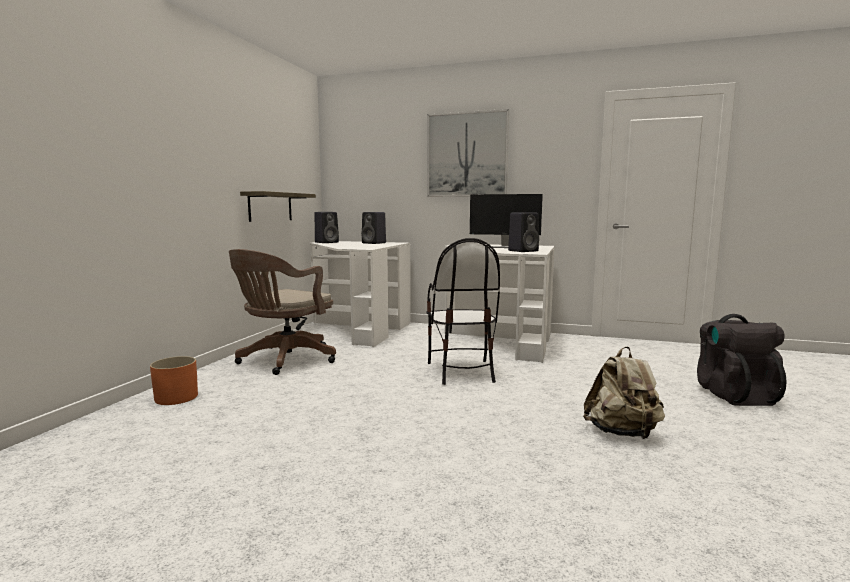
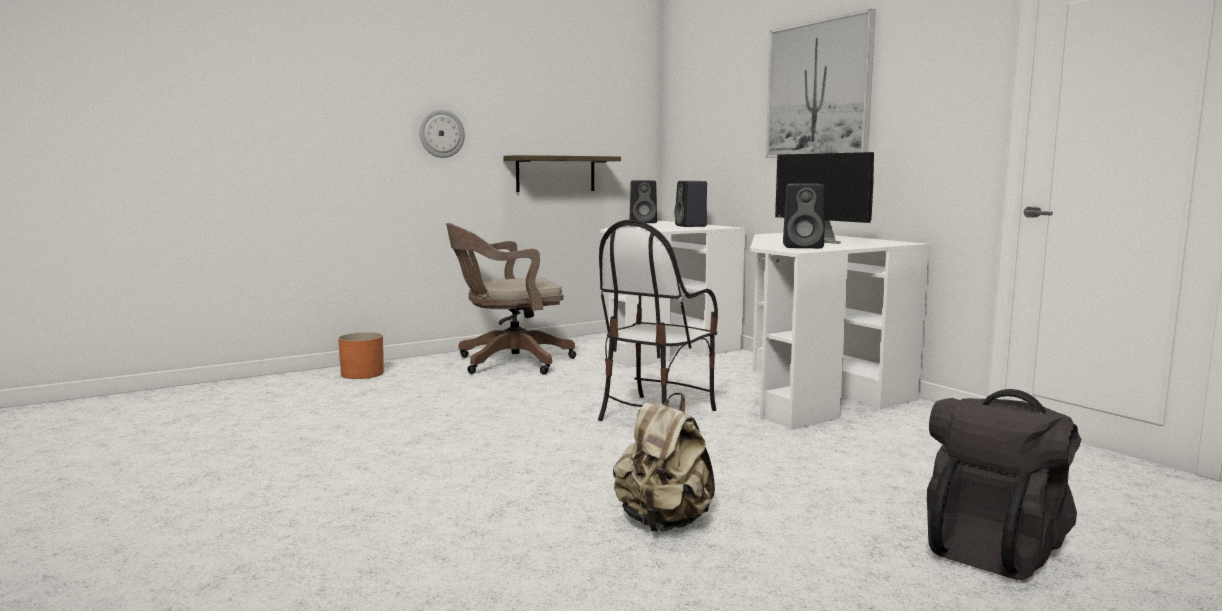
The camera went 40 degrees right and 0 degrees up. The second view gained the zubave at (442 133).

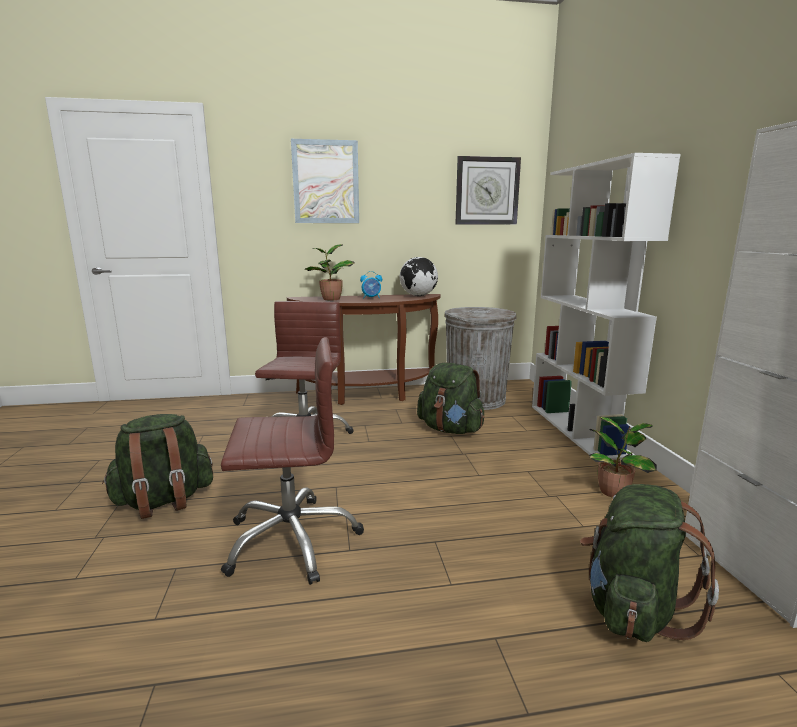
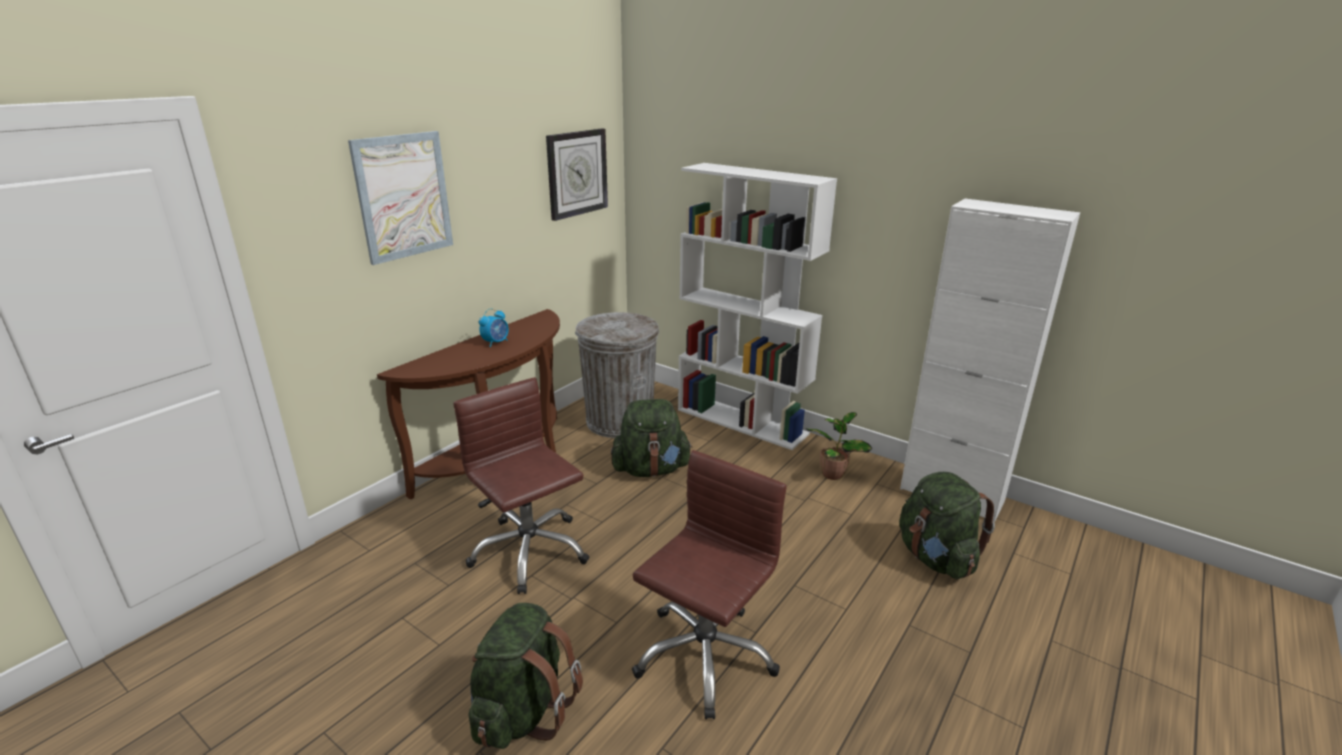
The camera went 45 degrees left and 10 degrees up. The second view lost the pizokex at (329 272). The second view lost the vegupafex at (419 276).

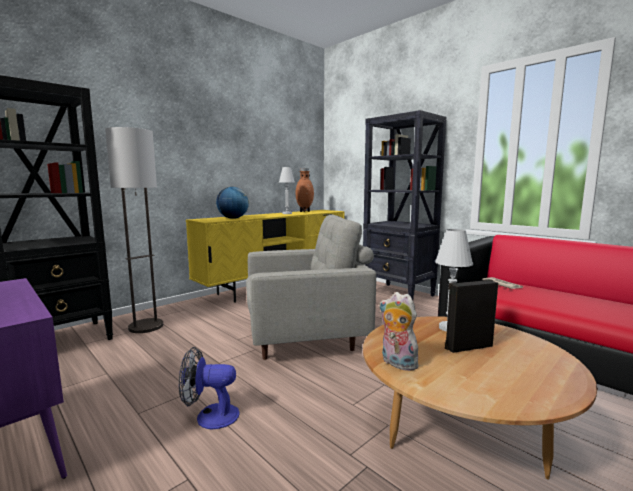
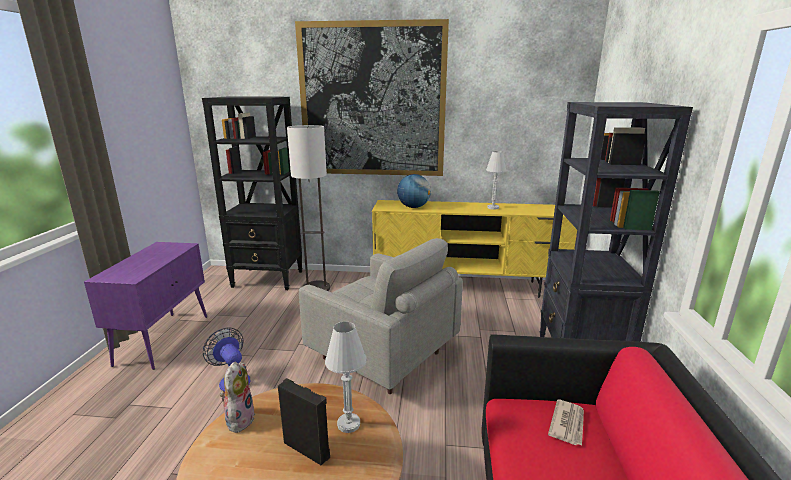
The camera went 50 degrees right and 10 degrees up. The second view lost the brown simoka at (304 190). The second view gained the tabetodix at (372 97).

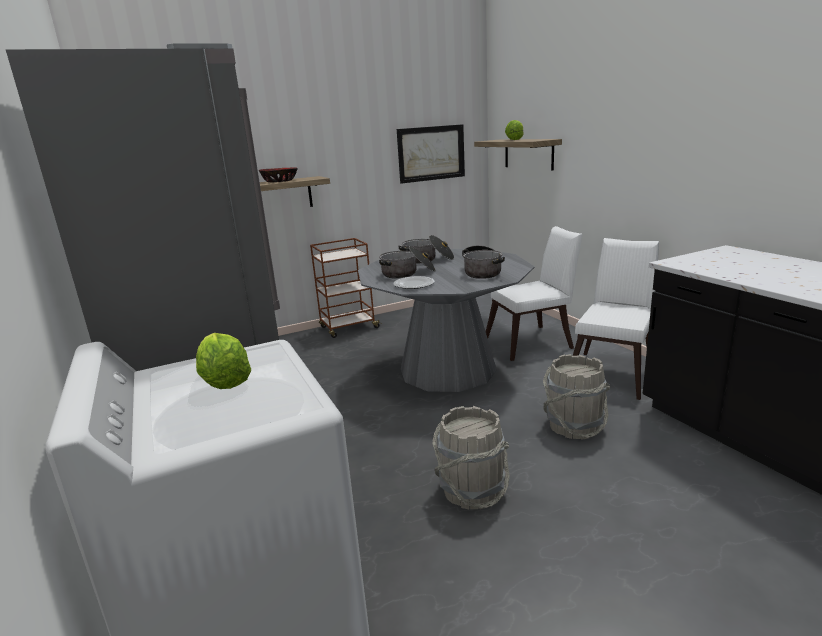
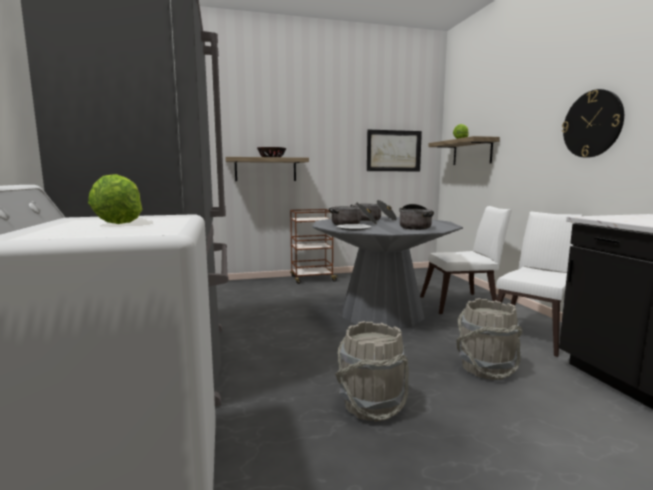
The camera went 10 degrees right and 10 degrees down. The second view gained the zubave at (593 123).

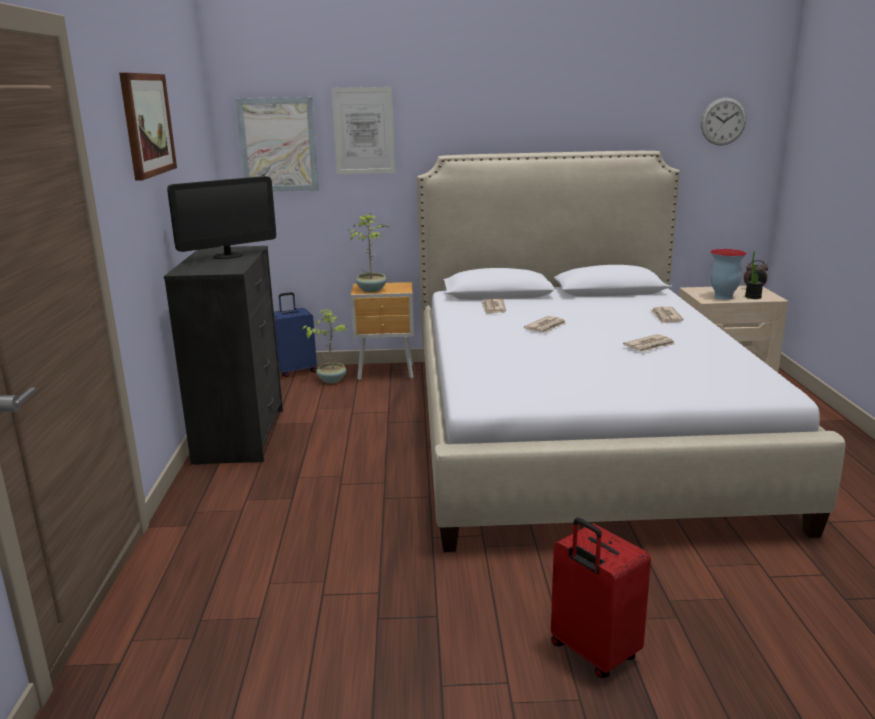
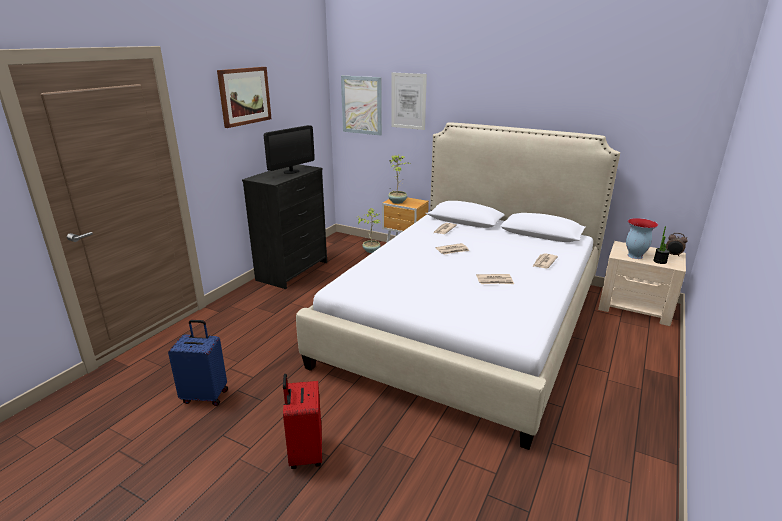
The camera went 30 degrees right and 5 degrees up. The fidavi at (221 217) ended up facing another way, 45 degrees counterclockwise from before. The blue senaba ended up elsewhere, having gone from (295 335) to (198 363). The second view lost the zubave at (723 122).

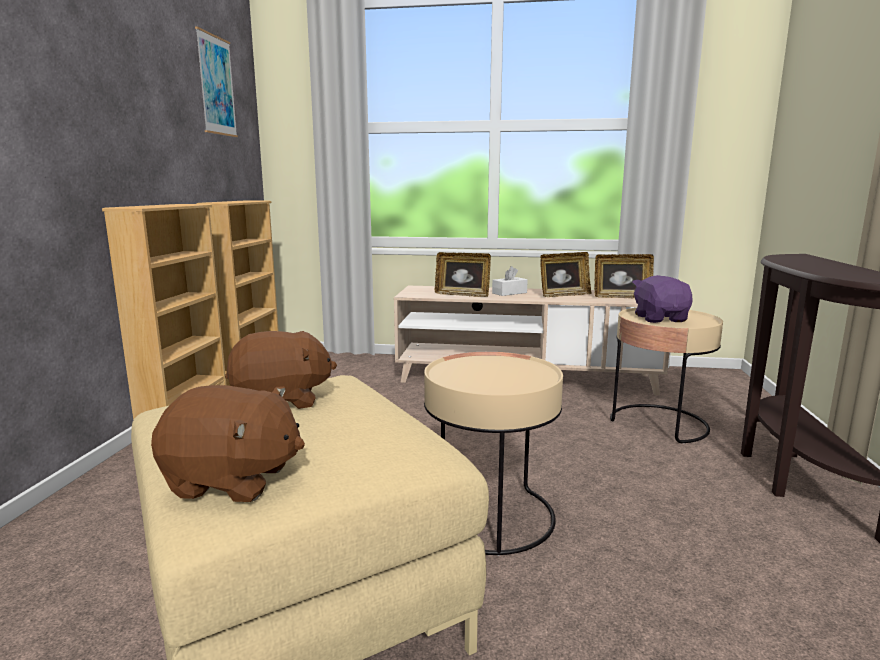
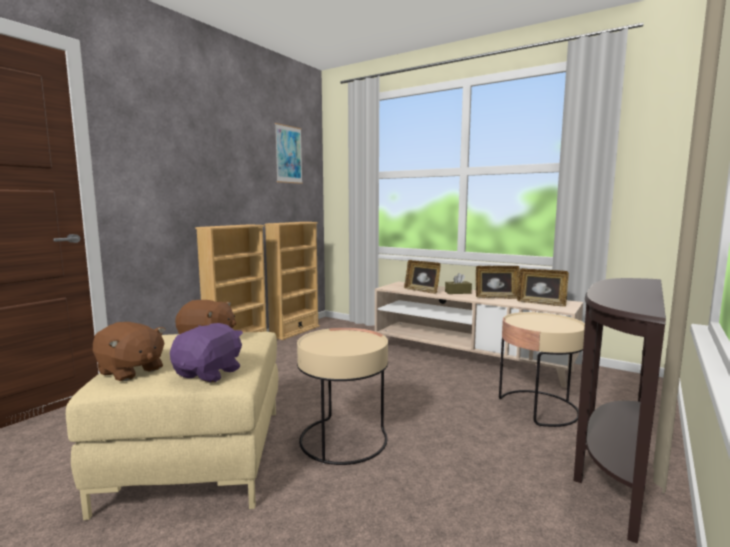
The camera went 25 degrees right and 5 degrees down. What was the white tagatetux at (510 281) turned into the brown tagatetux at (458 283). The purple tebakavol ended up elsewhere, having gone from (662 299) to (206 352).

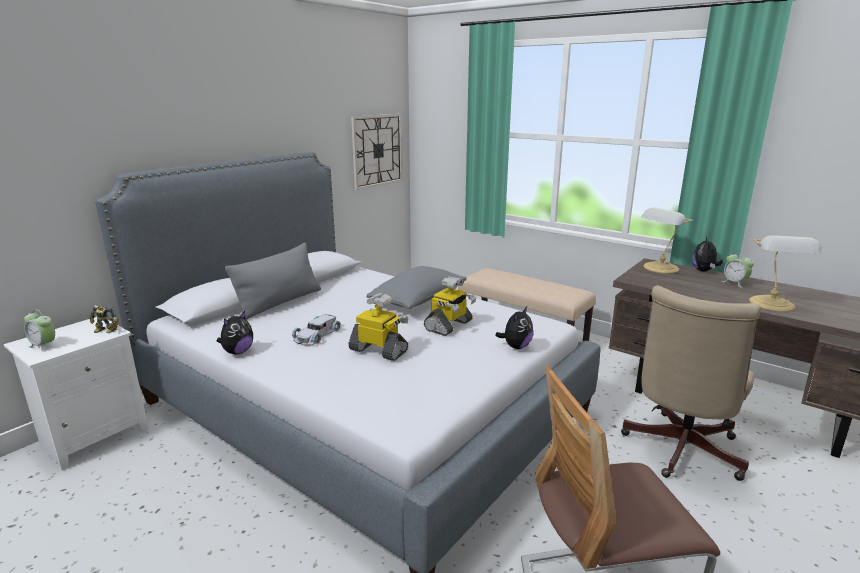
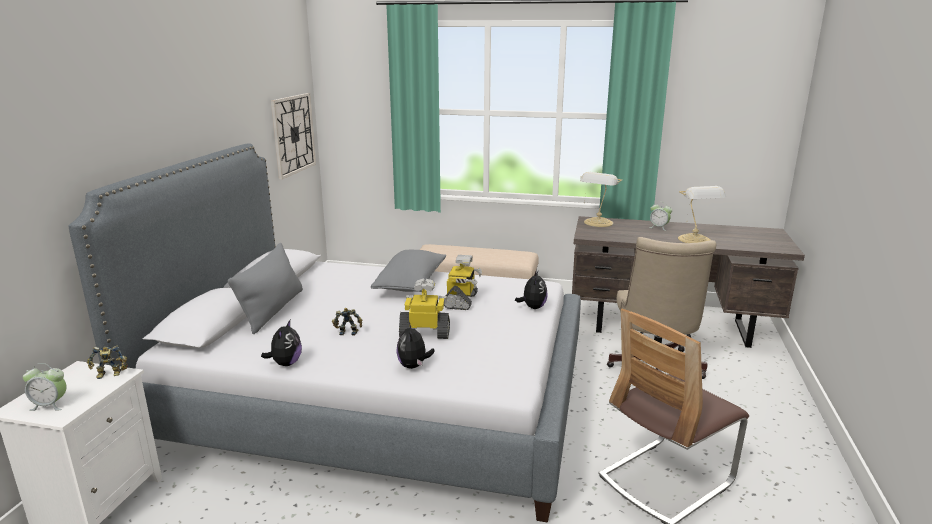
The camera went 25 degrees left and 0 degrees up. Where the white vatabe stood at (316 330), the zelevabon came to stand at (347 322). The tebakavol ended up elsewhere, having gone from (708 254) to (415 345).

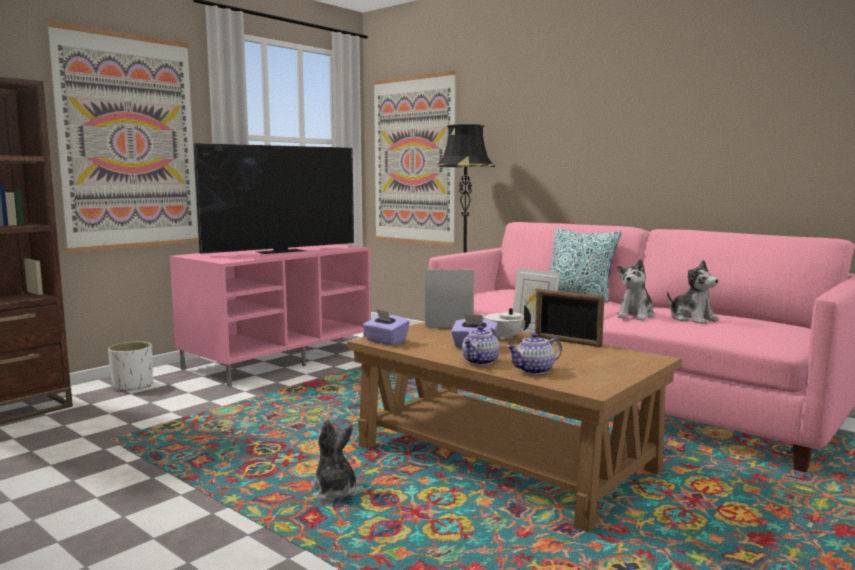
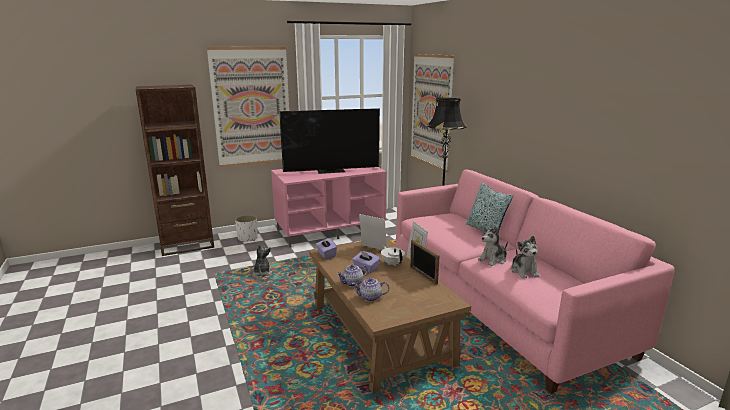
The camera went 25 degrees right and 10 degrees up. The tebakavol ended up elsewhere, having gone from (335 460) to (262 260).

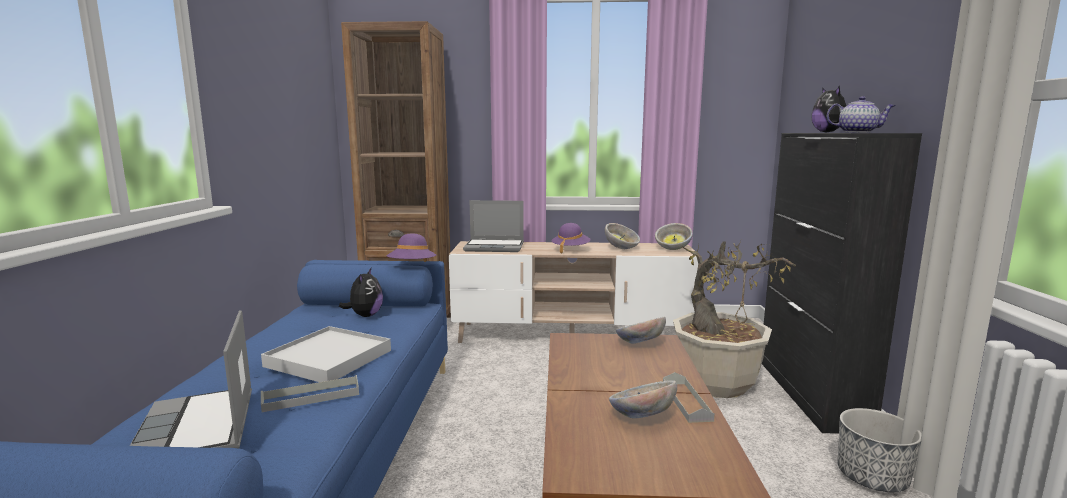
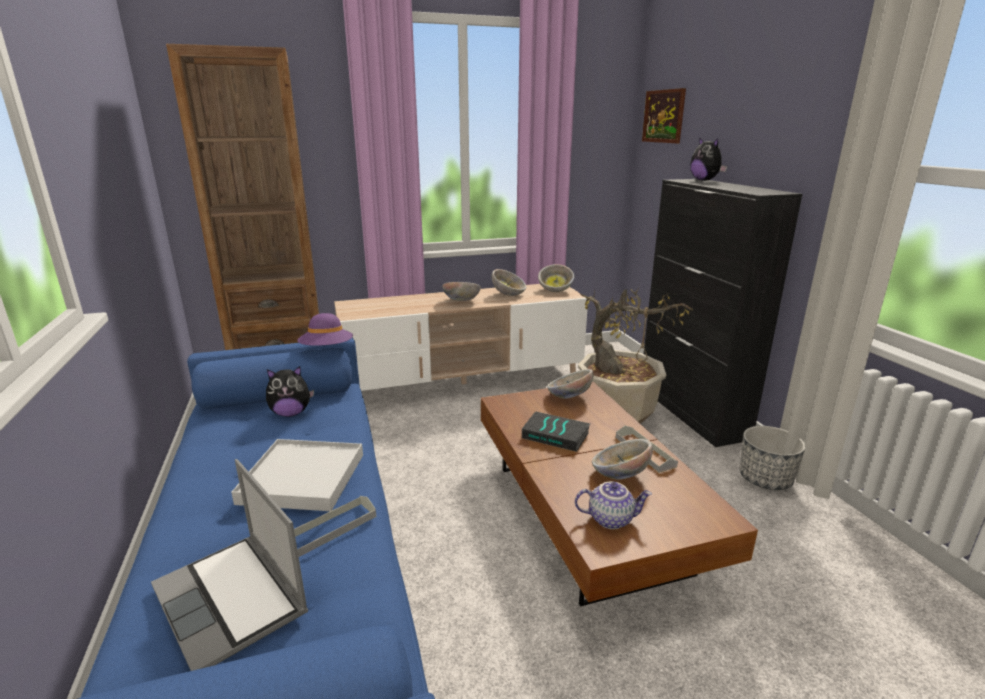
The camera went 20 degrees left and 10 degrees up. The tebakavol at (361 292) ended up facing another way, 90 degrees clockwise from before. The second view lost the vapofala at (493 226). Where the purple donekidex stood at (571 238), the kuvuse came to stand at (461 291). The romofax ended up elsewhere, having gone from (861 114) to (613 505). The second view gained the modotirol at (556 431). The second view gained the tabetodix at (664 115).

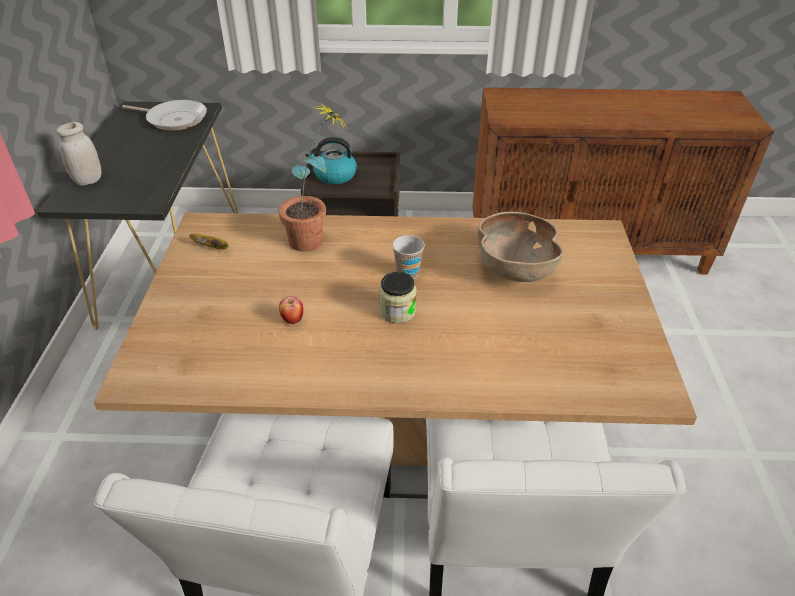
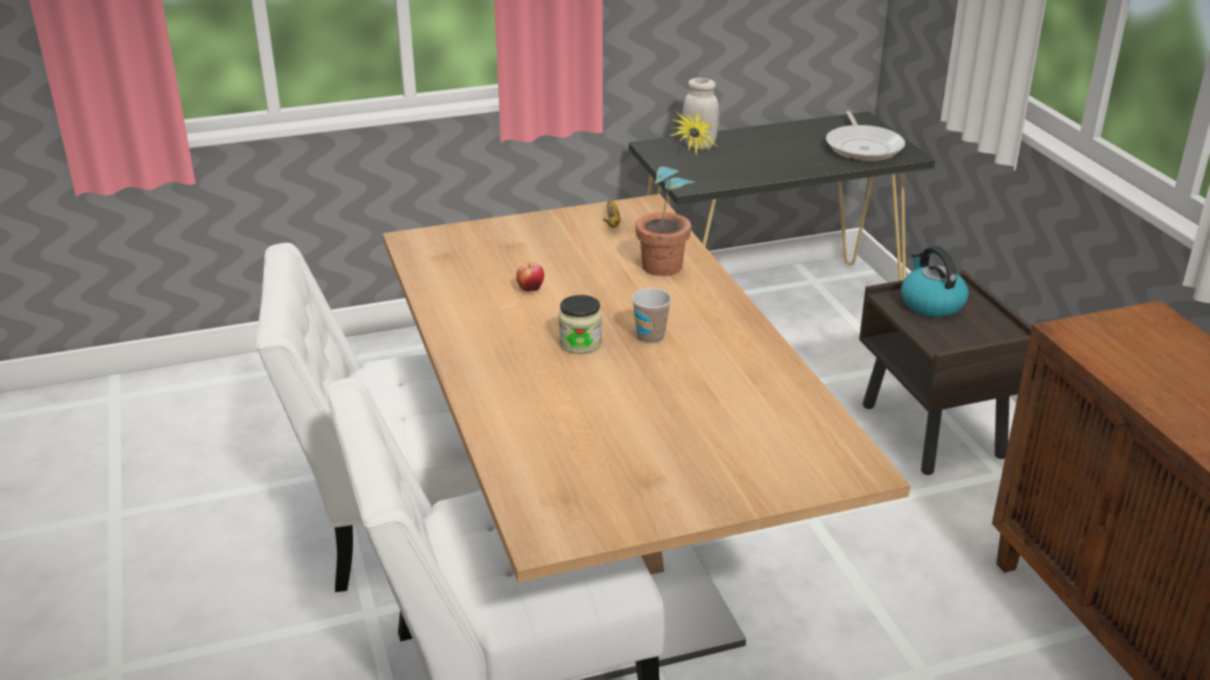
The camera went 70 degrees right and 10 degrees down. The second view lost the brown kuvuse at (520 247).

